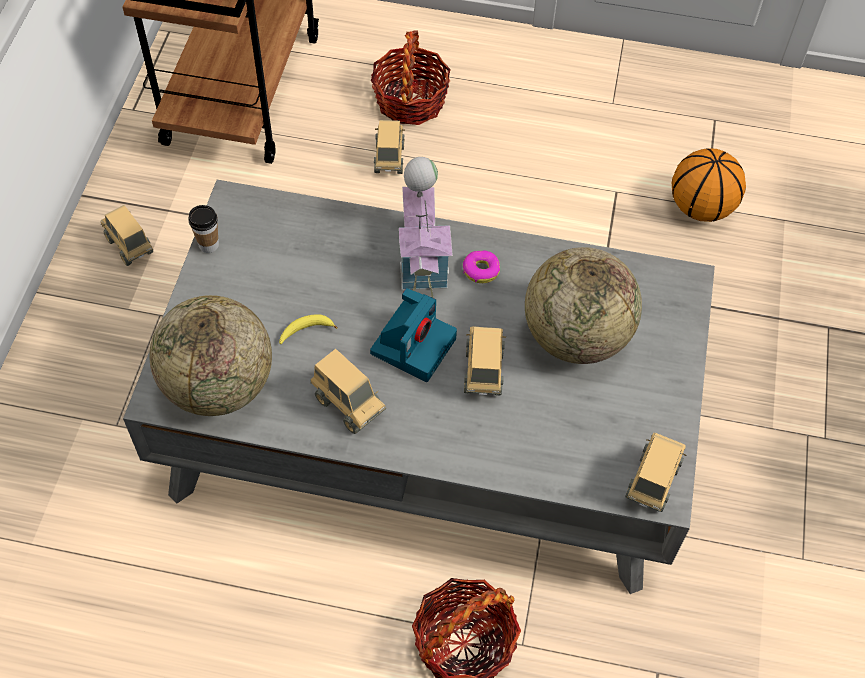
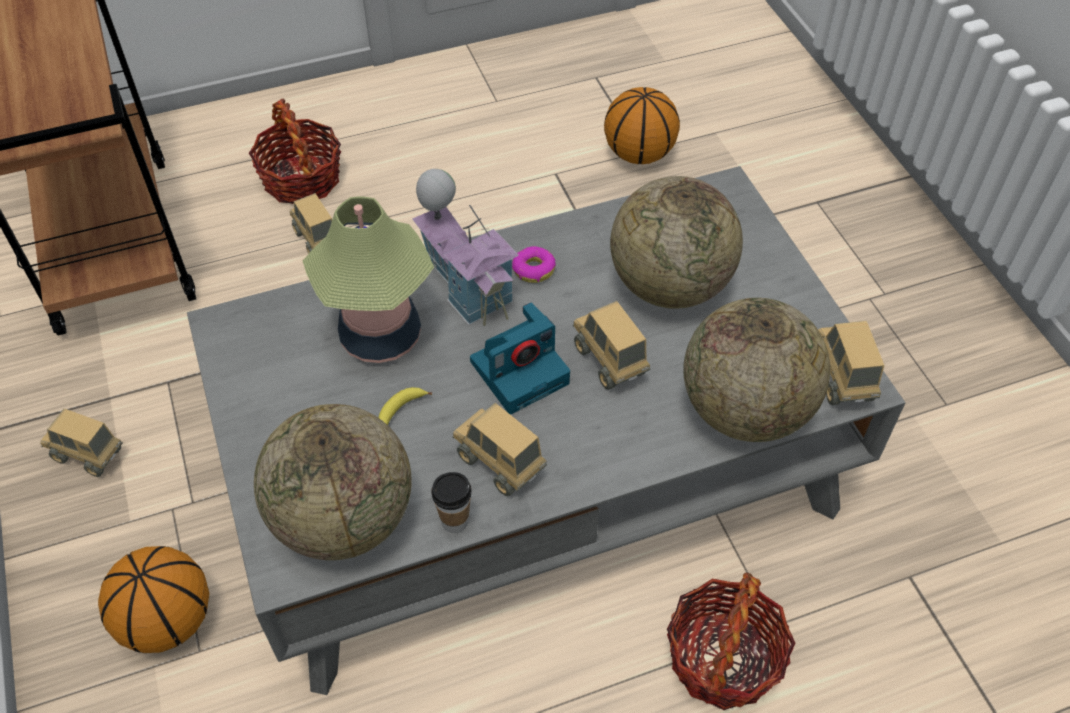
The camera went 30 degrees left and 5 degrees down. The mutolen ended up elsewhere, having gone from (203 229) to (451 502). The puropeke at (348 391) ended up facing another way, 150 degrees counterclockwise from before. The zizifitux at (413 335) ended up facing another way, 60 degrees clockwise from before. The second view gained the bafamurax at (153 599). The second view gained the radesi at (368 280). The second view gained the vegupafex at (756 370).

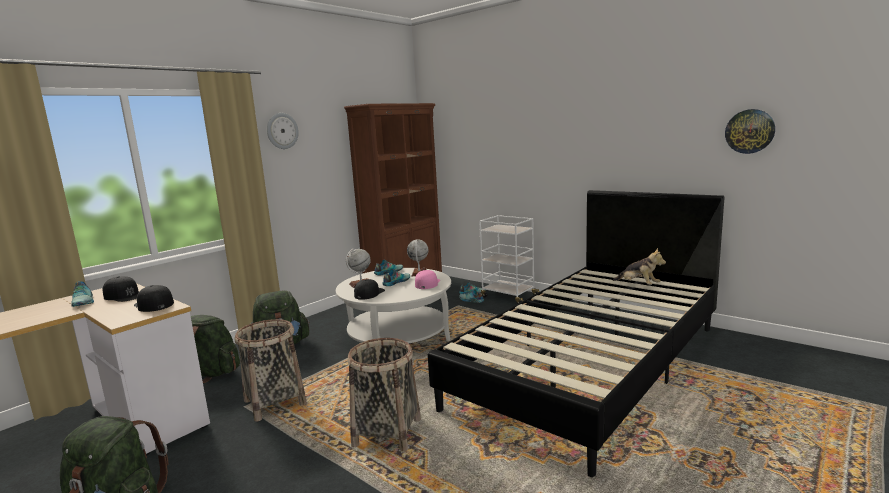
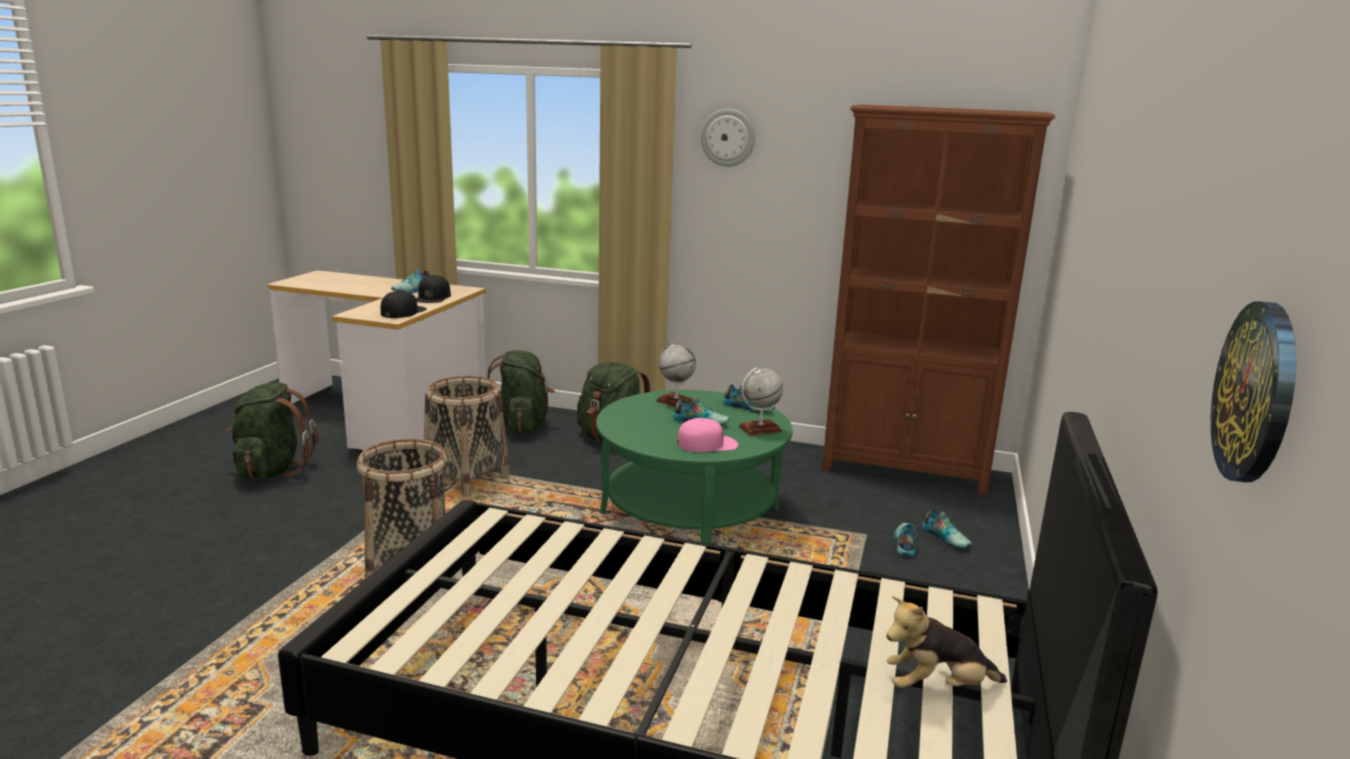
The camera went 65 degrees right and 5 degrees up. What was the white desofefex at (393 306) turned into the green desofefex at (694 467). The second view lost the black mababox at (369 289). The second view lost the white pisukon at (509 259). The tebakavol at (639 266) ended up facing another way, 60 degrees clockwise from before.

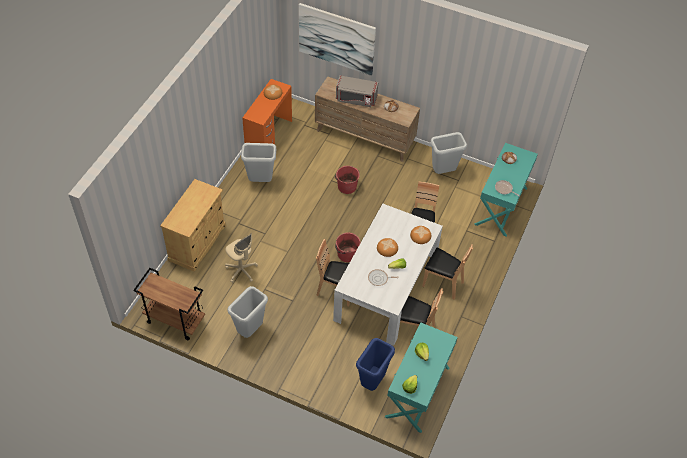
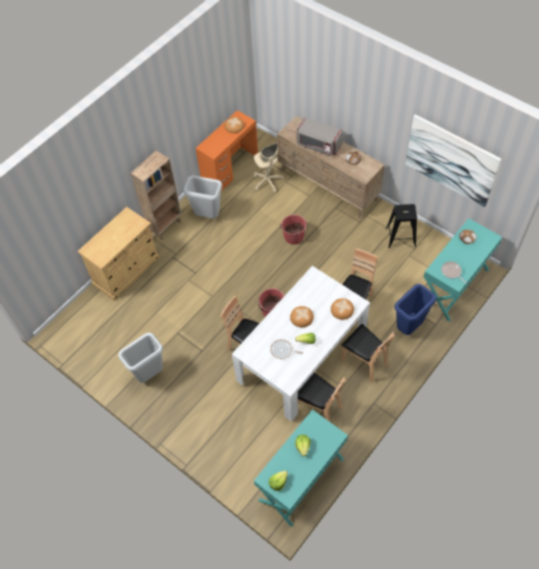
The camera went 20 degrees right and 5 degrees up. The second view lost the brown pisukon at (169 304). The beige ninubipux ended up elsewhere, having gone from (241 258) to (269 167). The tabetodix ended up elsewhere, having gone from (337 39) to (453 161). The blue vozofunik ended up elsewhere, having gone from (375 364) to (415 309). Where the grey vozofunik stood at (448 153), the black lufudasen came to stand at (401 226). The second view gained the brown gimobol at (156 195).

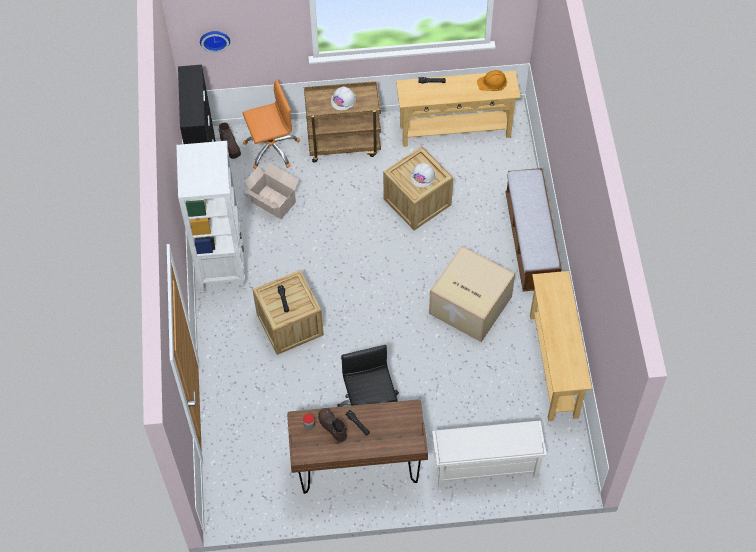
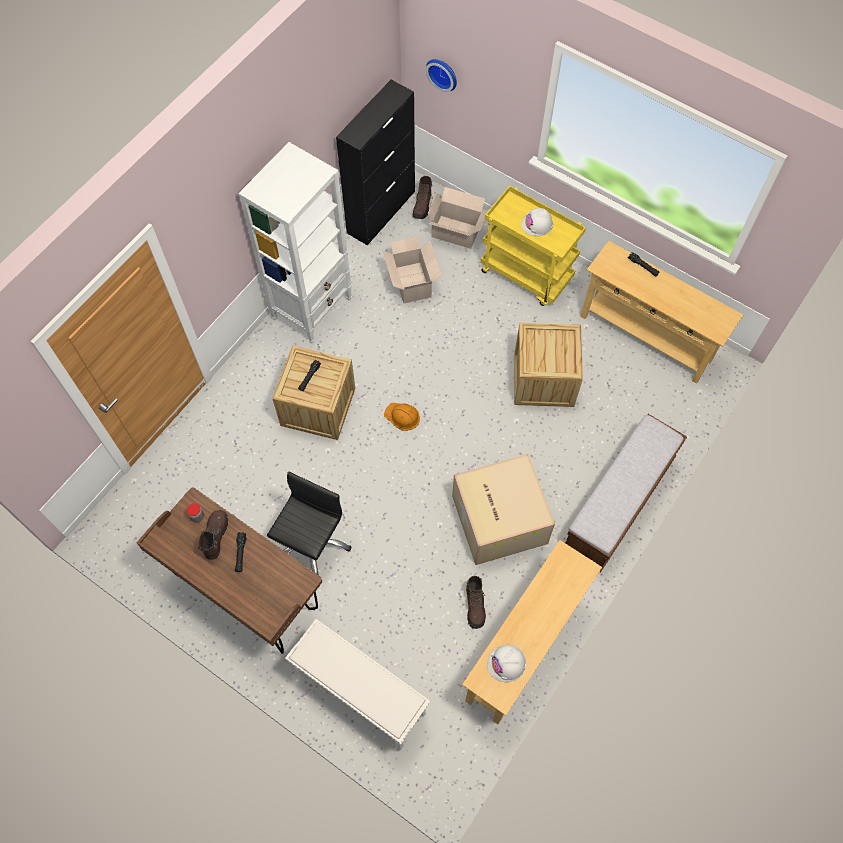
The camera went 40 degrees right and 5 degrees up. Where the orange ninubipux stood at (271 124), the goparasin came to stand at (458 218). What was the brown pisukon at (342 121) turned into the yellow pisukon at (533 245). The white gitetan ended up elsewhere, having gone from (422 175) to (506 663). The orange gitetan ended up elsewhere, having gone from (492 80) to (402 417). The second view gained the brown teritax at (476 602).

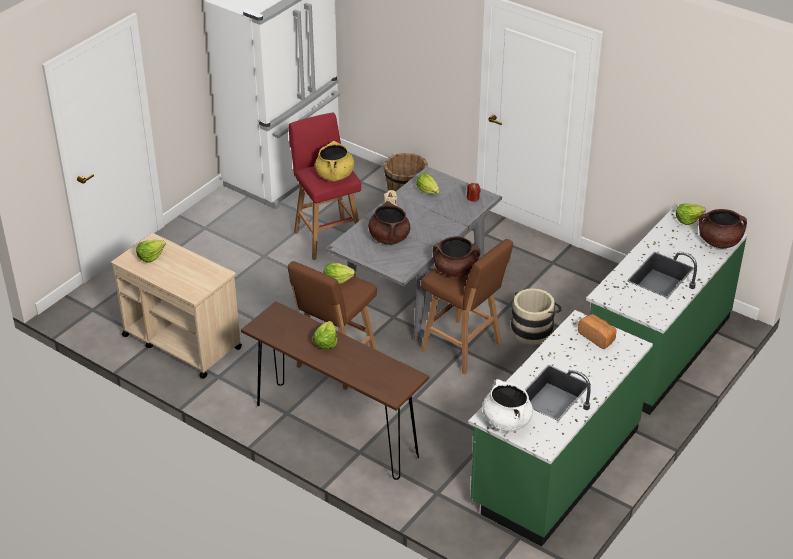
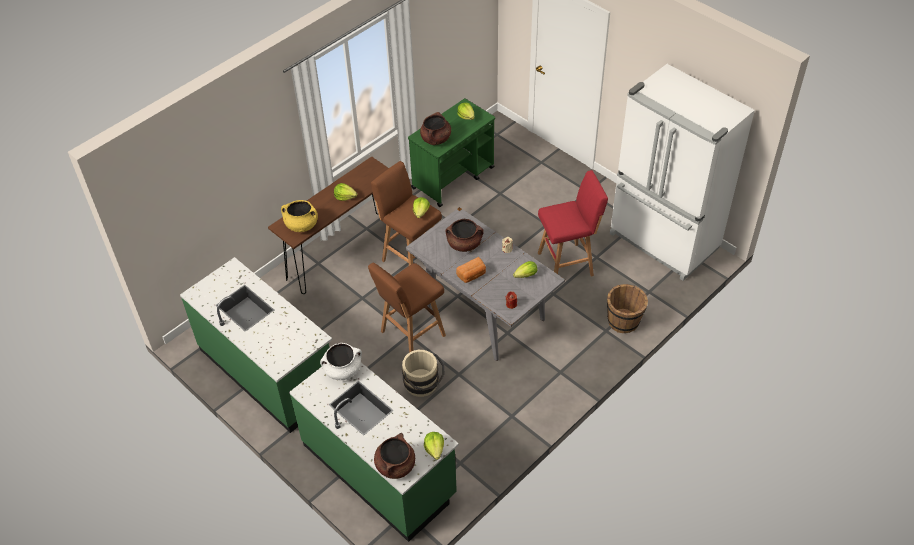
The camera went 100 degrees right and 10 degrees up. What was the beige pisukon at (176 306) turned into the green pisukon at (451 152). The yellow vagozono ended up elsewhere, having gone from (334 161) to (299 216). The brown vagozono ended up elsewhere, having gone from (456 256) to (435 128). The white vagozono ended up elsewhere, having gone from (507 405) to (341 361). The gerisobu ended up elsewhere, having gone from (597 331) to (471 270).

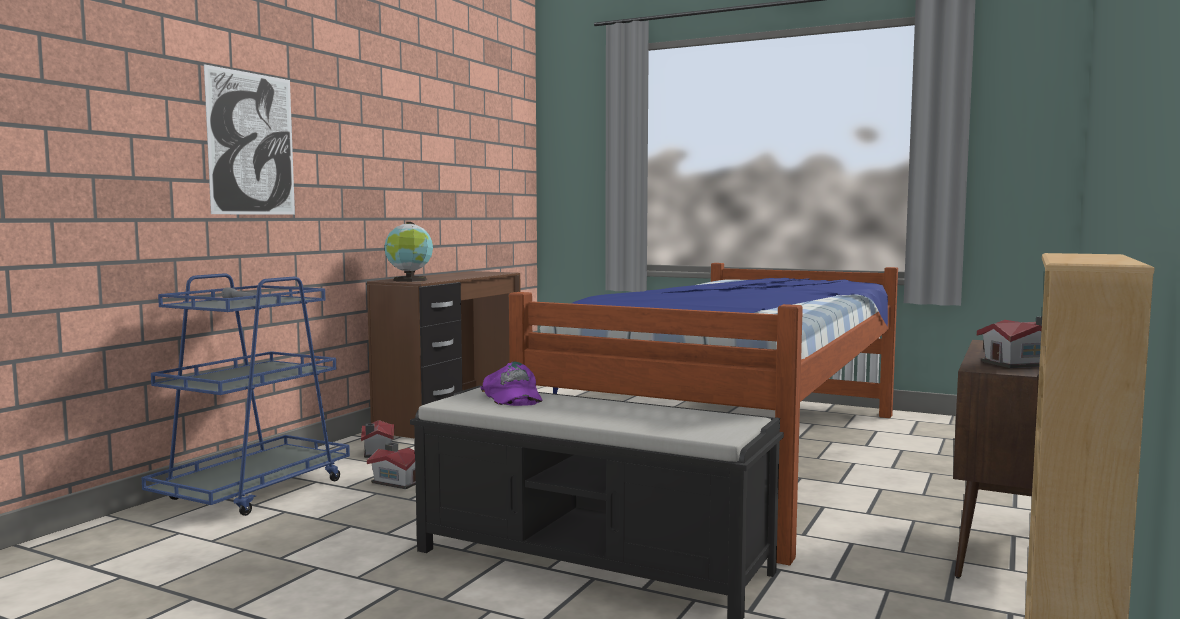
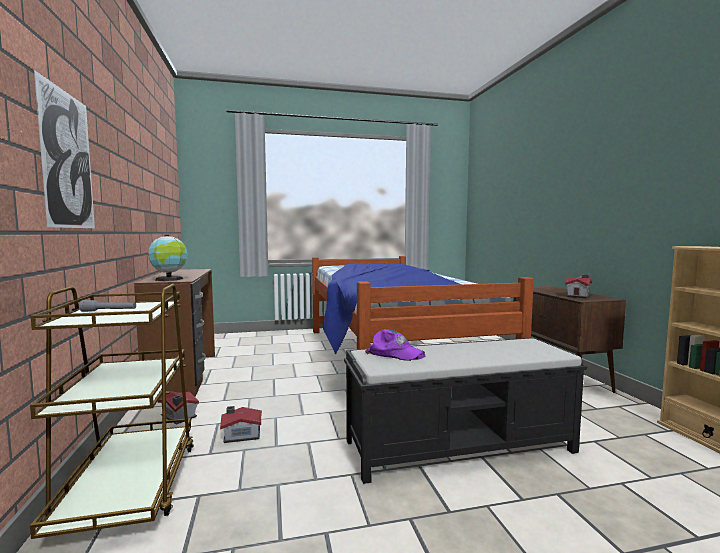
The camera went 40 degrees left and 0 degrees up. What was the blue pisukon at (245 394) turned into the brown pisukon at (112 411).

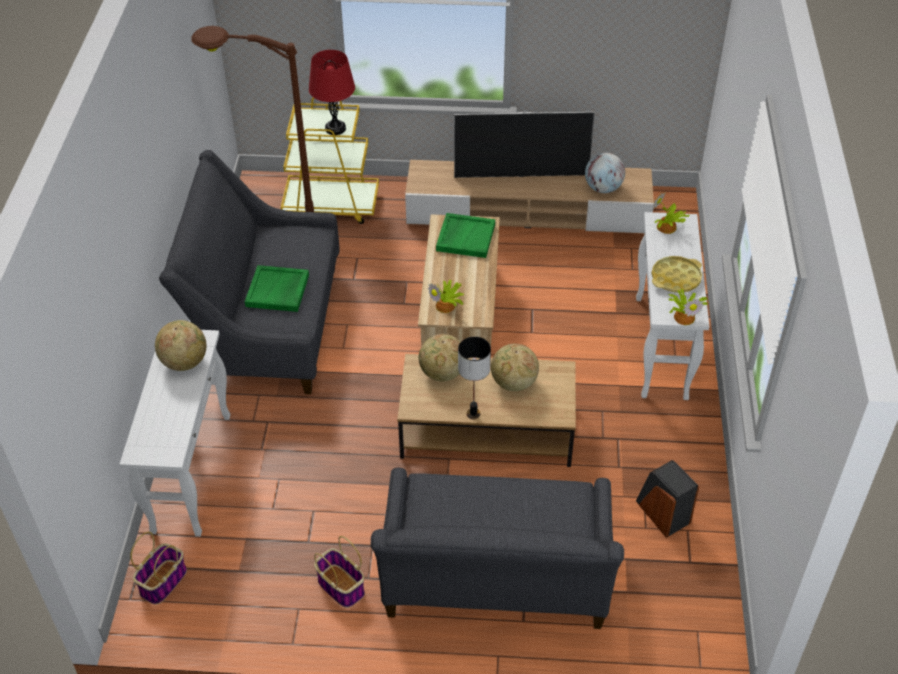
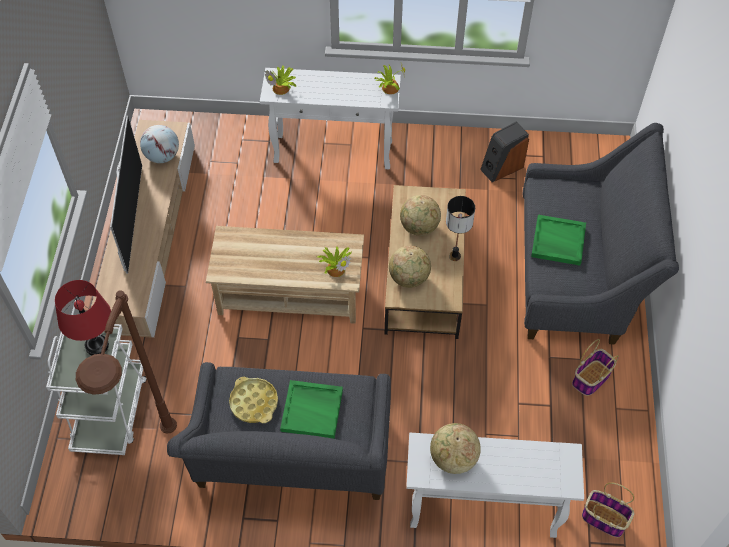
The camera went 90 degrees left and 10 degrees up. What was the yellow pisukon at (330 161) turned into the white pisukon at (96 389). The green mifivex ended up elsewhere, having gone from (465 235) to (558 240). The yellow mifivex ended up elsewhere, having gone from (677 274) to (253 400).

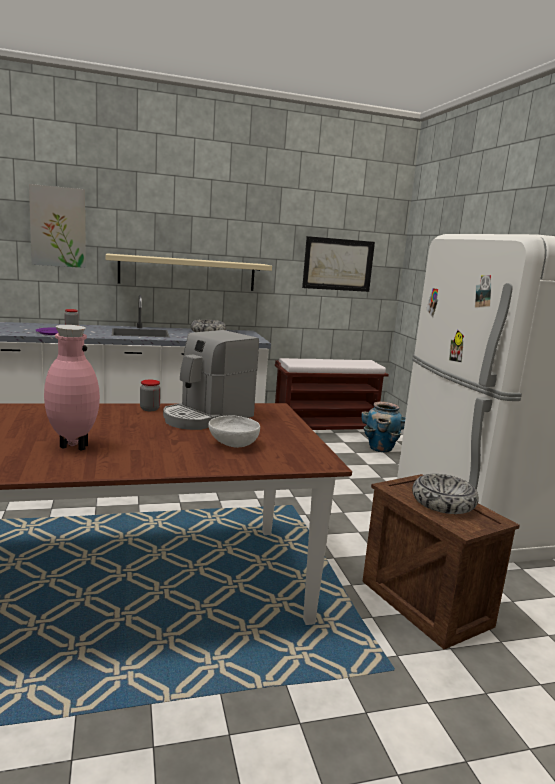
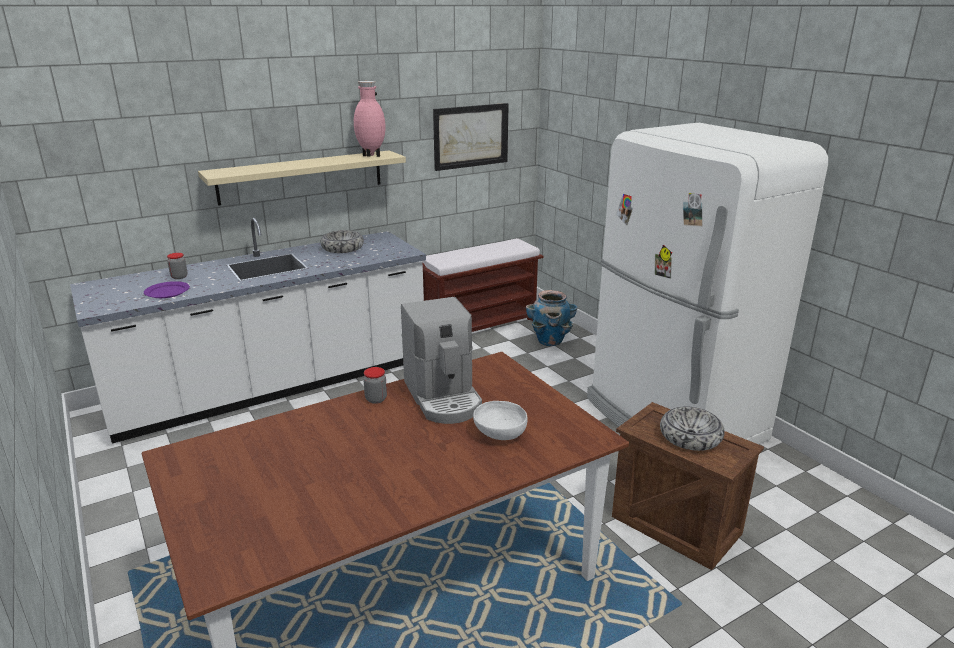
The camera went 15 degrees left and 10 degrees up. The second view lost the tabetodix at (57 226). The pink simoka ended up elsewhere, having gone from (72 388) to (370 119). The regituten at (211 380) ended up facing another way, 45 degrees counterclockwise from before.

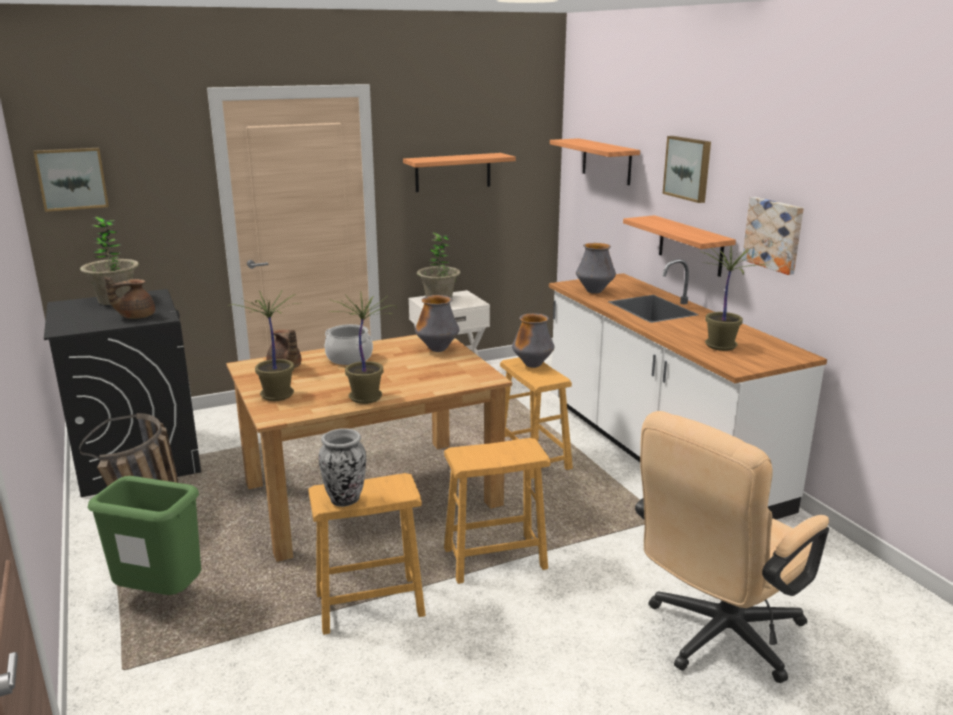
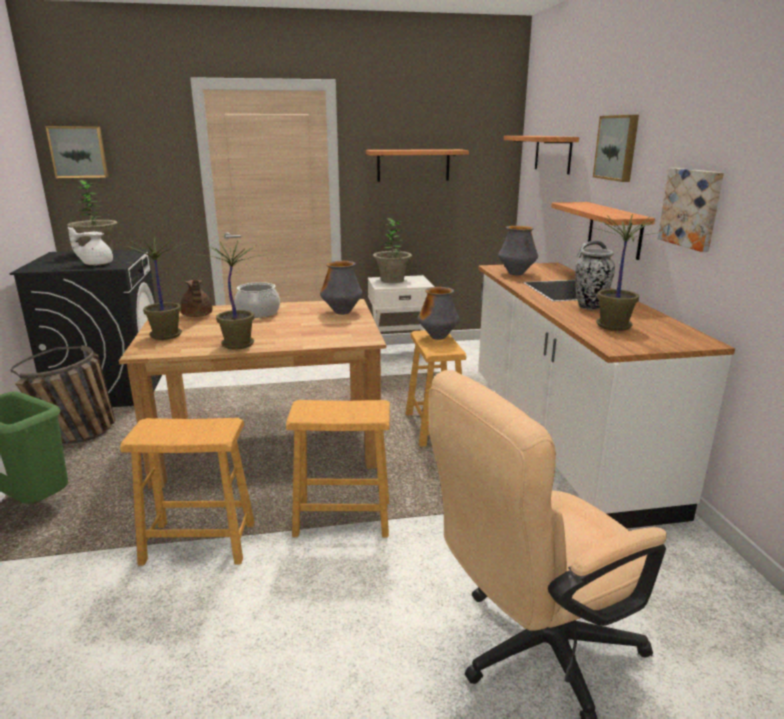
The camera went 15 degrees right and 0 degrees up. What was the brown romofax at (130 298) turned into the white romofax at (90 246). The simoka ended up elsewhere, having gone from (342 467) to (595 279).

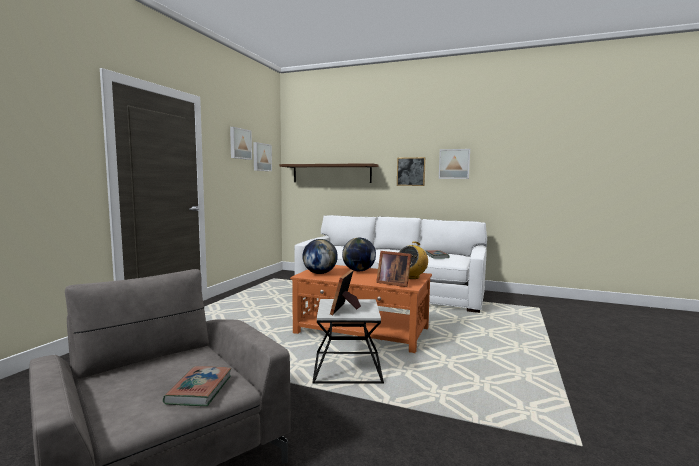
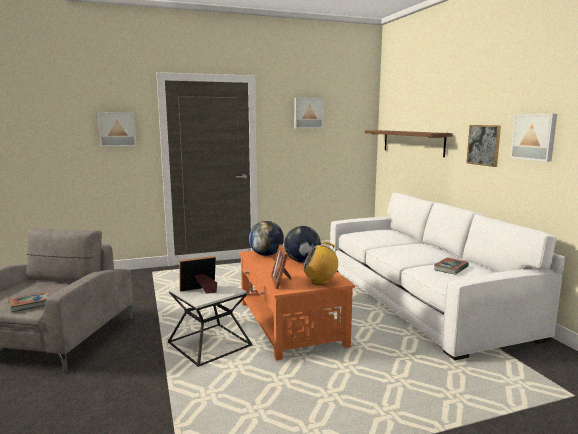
The camera went 50 degrees right and 5 degrees up. The tabetodix ended up elsewhere, having gone from (262 156) to (116 129).

